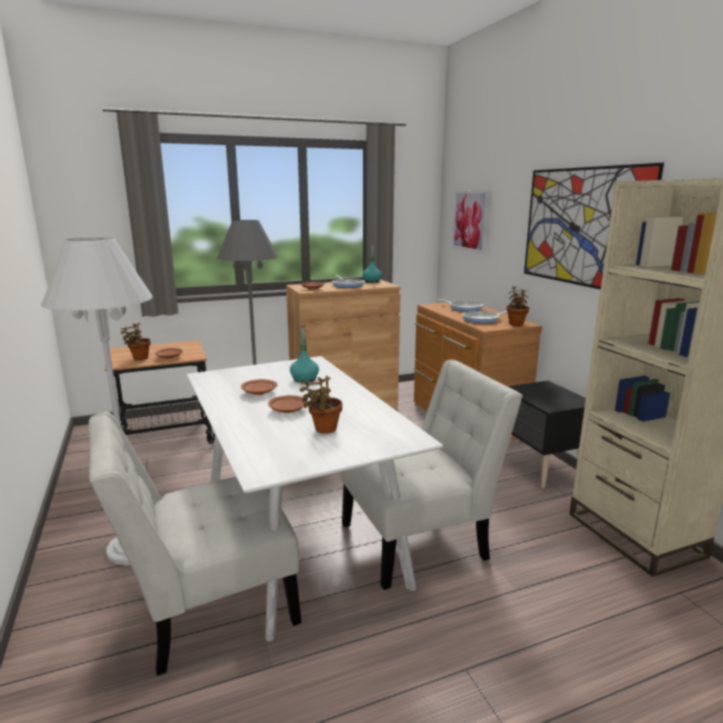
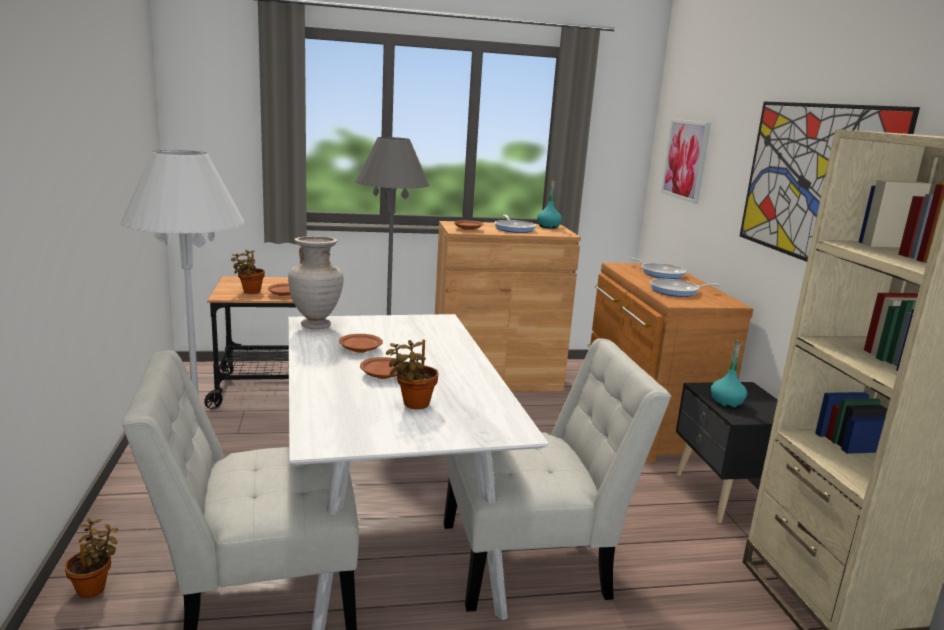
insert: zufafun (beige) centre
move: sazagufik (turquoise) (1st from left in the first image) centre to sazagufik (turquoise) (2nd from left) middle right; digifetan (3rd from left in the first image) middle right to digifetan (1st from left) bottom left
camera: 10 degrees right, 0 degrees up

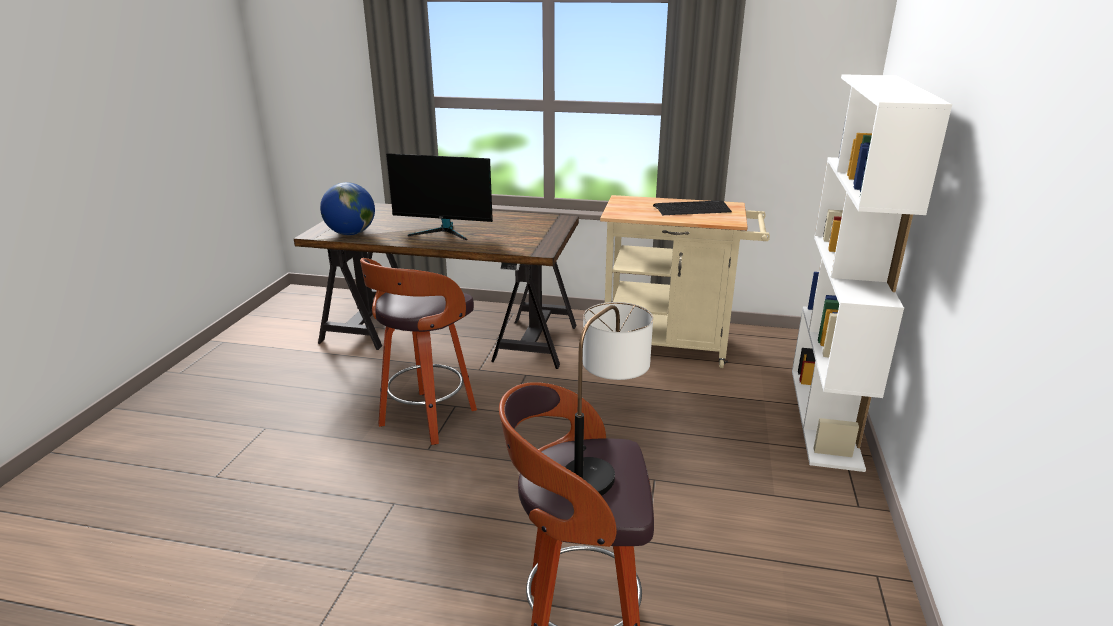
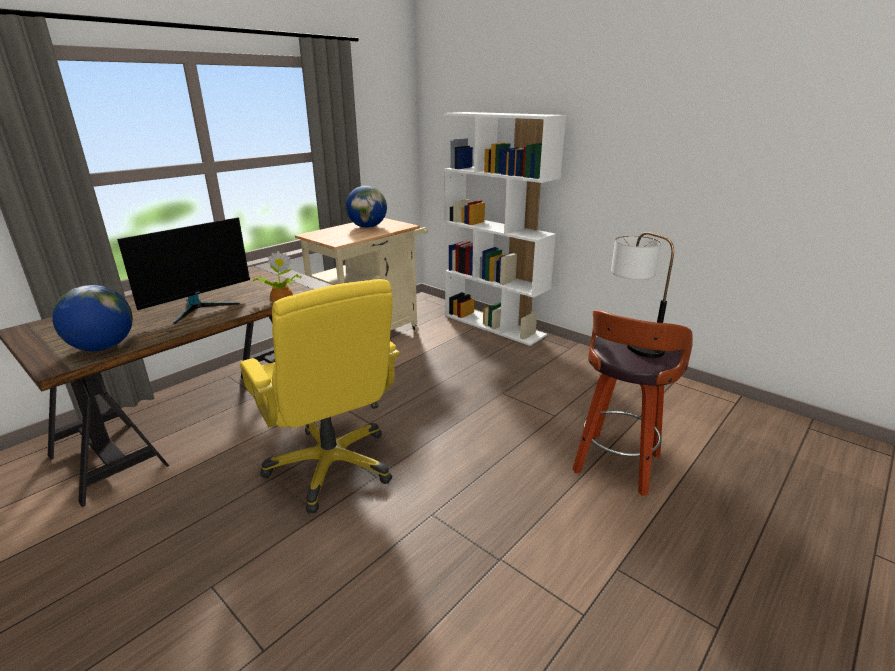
insert: digifetan middle left
replace: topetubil (1st from left) centre to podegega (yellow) centre; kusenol top centre to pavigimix (2nd from left) top centre
camera: 60 degrees left, 0 degrees up

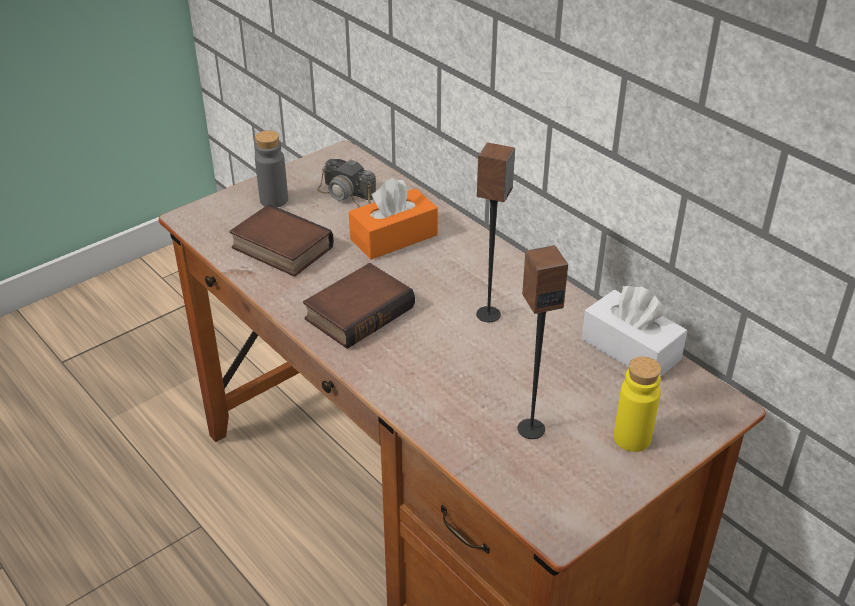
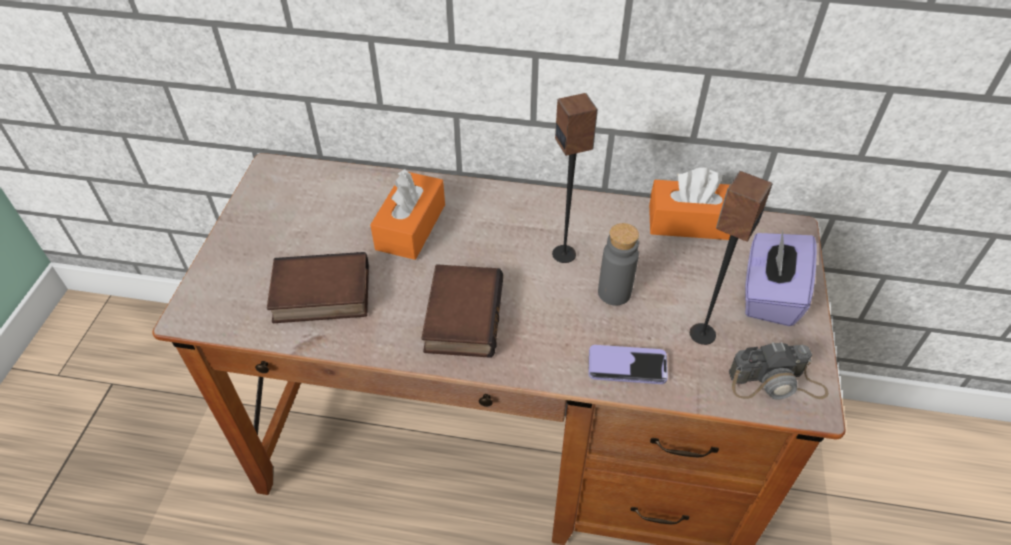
insert: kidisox bottom centre
move: sazagufik (grey) top left to centre; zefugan top centre to bottom right
replace: sazagufik (yellow) bottom right to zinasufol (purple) middle right
recolor: zinasufol (white) middle right to zinasufol (orange) (2nd from left) middle right
camera: 40 degrees left, 10 degrees up

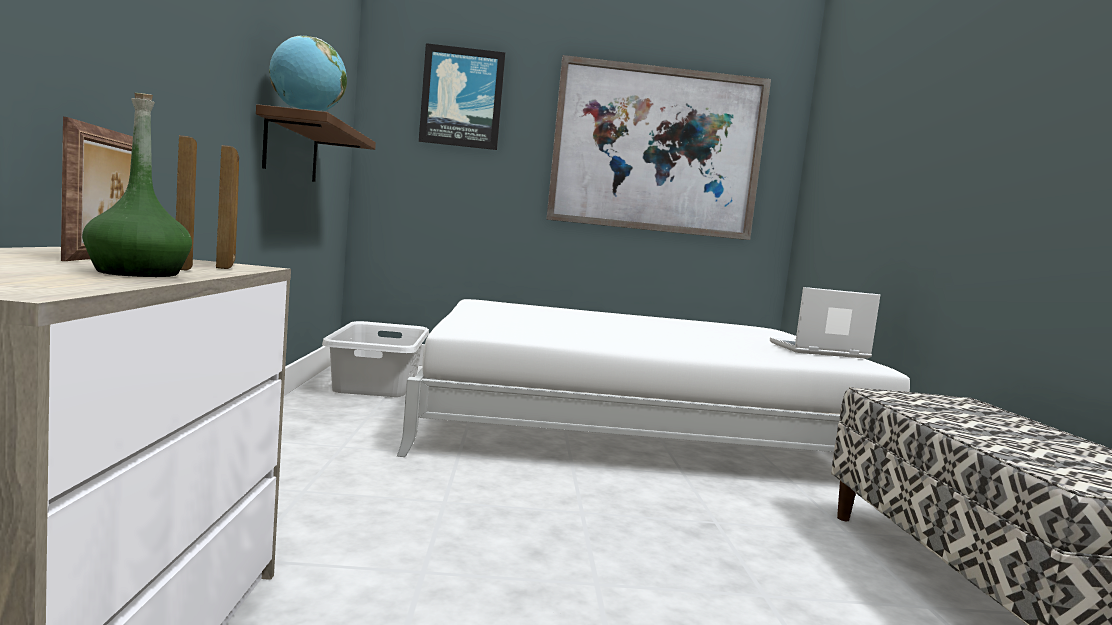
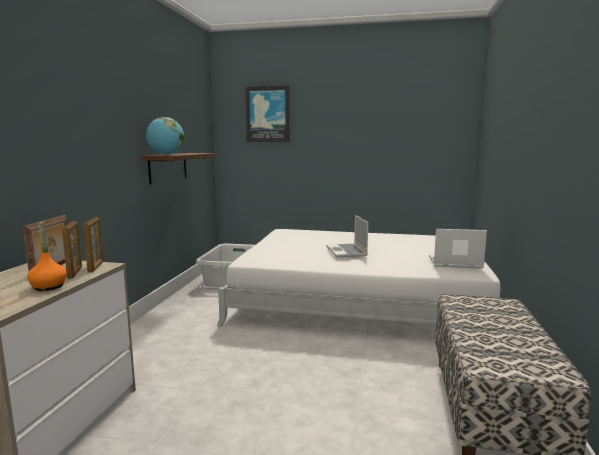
delete: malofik (2nd from left) top centre
insert: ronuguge (1st from left) centre
recolor: sazagufik (green) top left to sazagufik (orange) middle left
camera: 15 degrees right, 5 degrees up

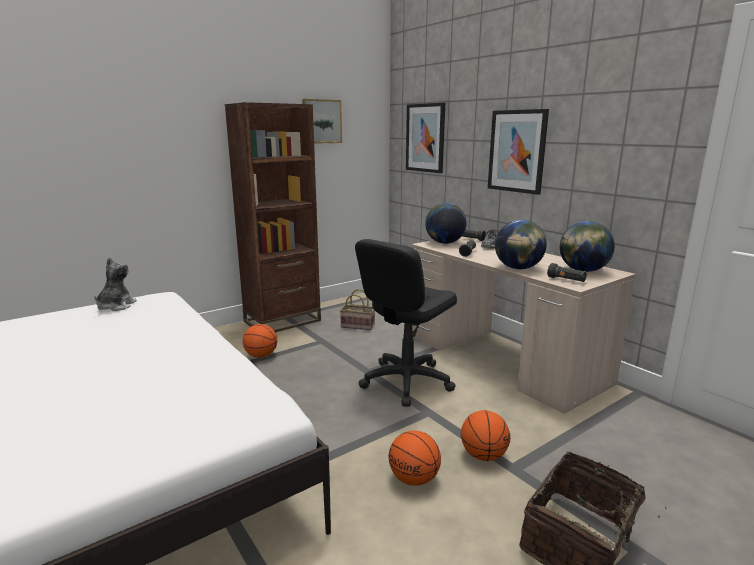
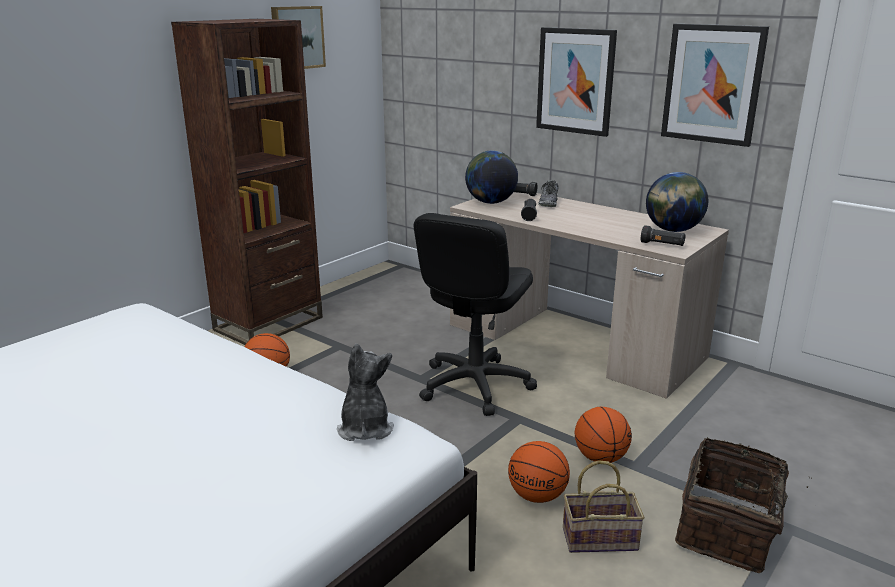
delete: pavigimix (2nd from left) middle right
move: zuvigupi middle left to bottom centre; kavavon (1st from left) centre to bottom right; malofik (2nd from left in the first image) top centre to malofik (3rd from left) top right
camera: 15 degrees left, 5 degrees up

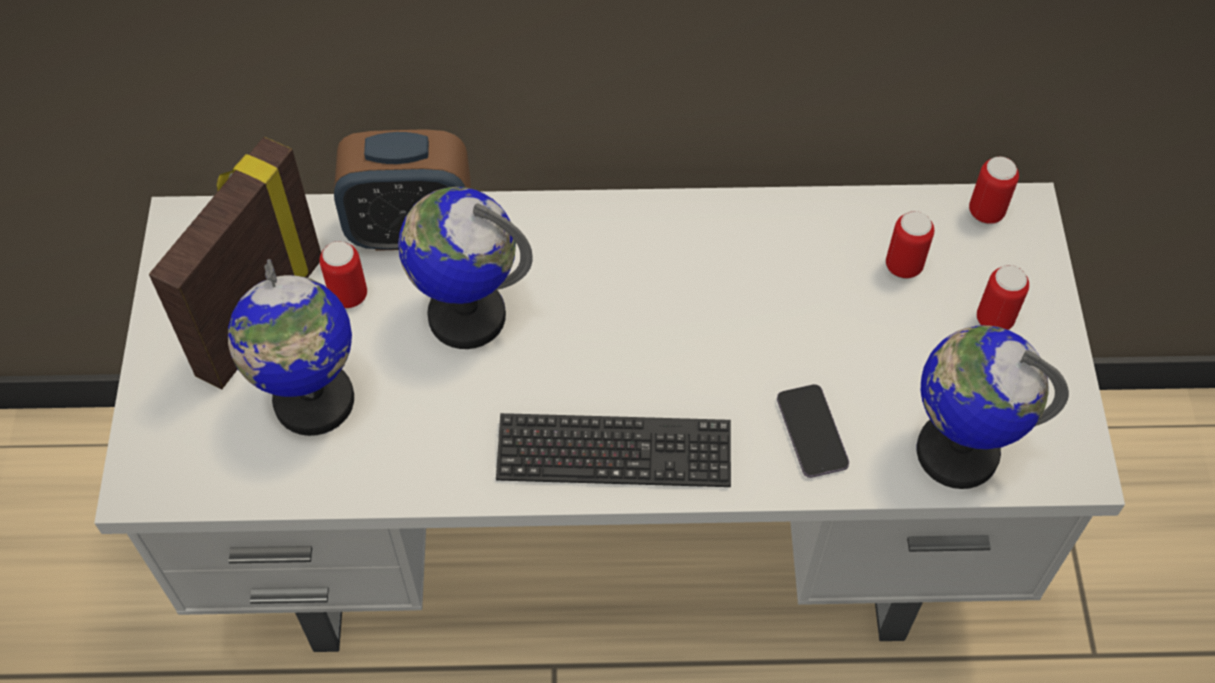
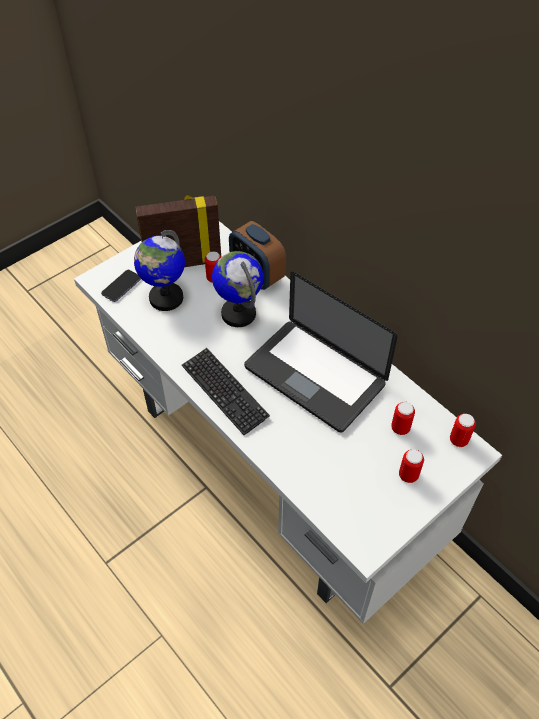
delete: pavigimix (3rd from left) middle right
insert: ronuguge centre
move: kidisox middle right to middle left
camera: 50 degrees right, 5 degrees down

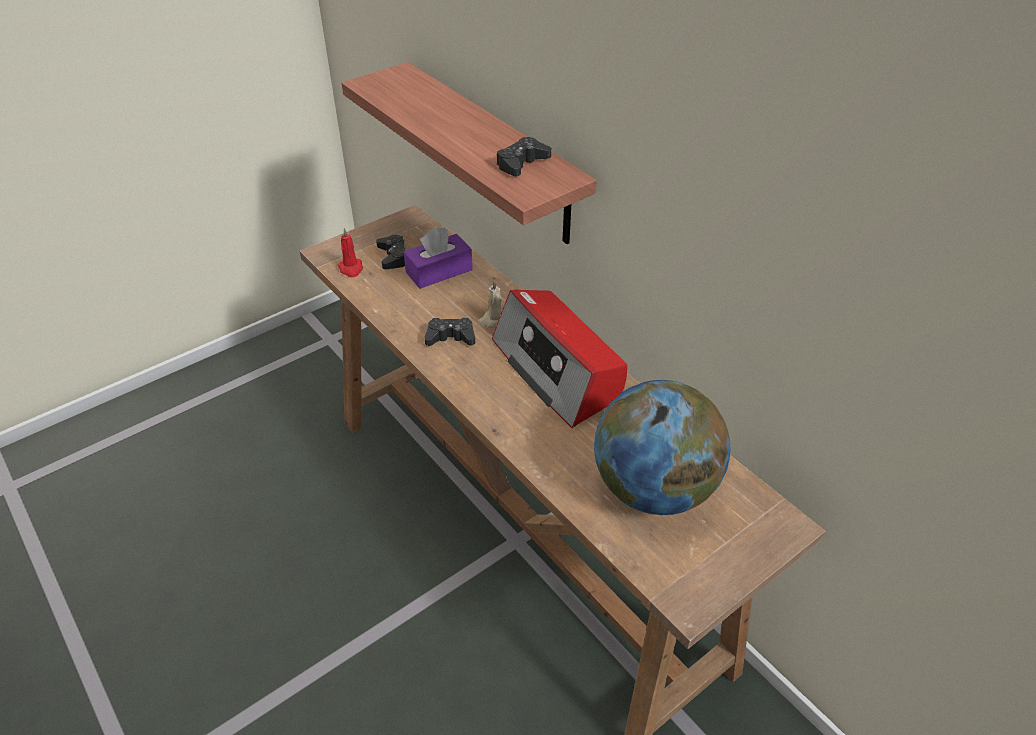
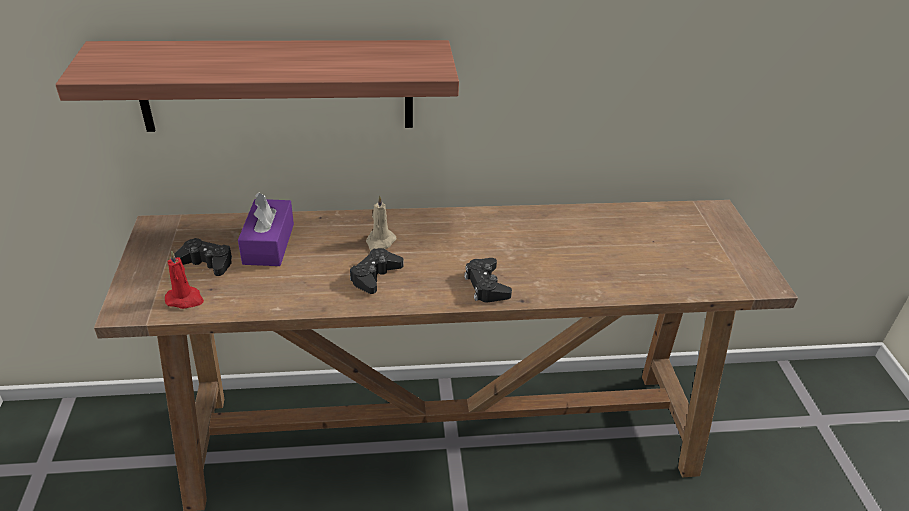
delete: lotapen centre; pavigimix centre
move: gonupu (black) (3rd from left) top centre to centre
camera: 60 degrees left, 5 degrees down

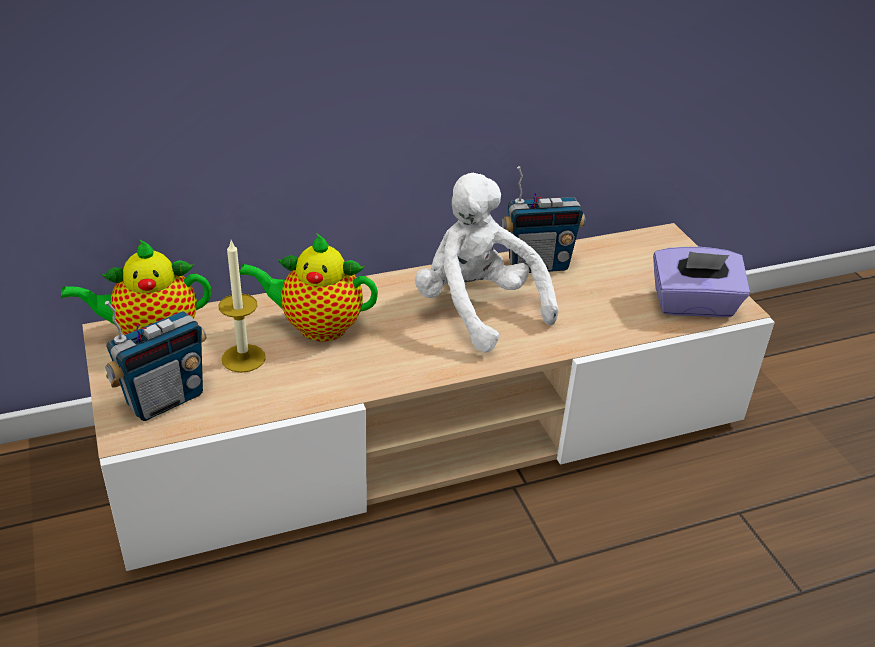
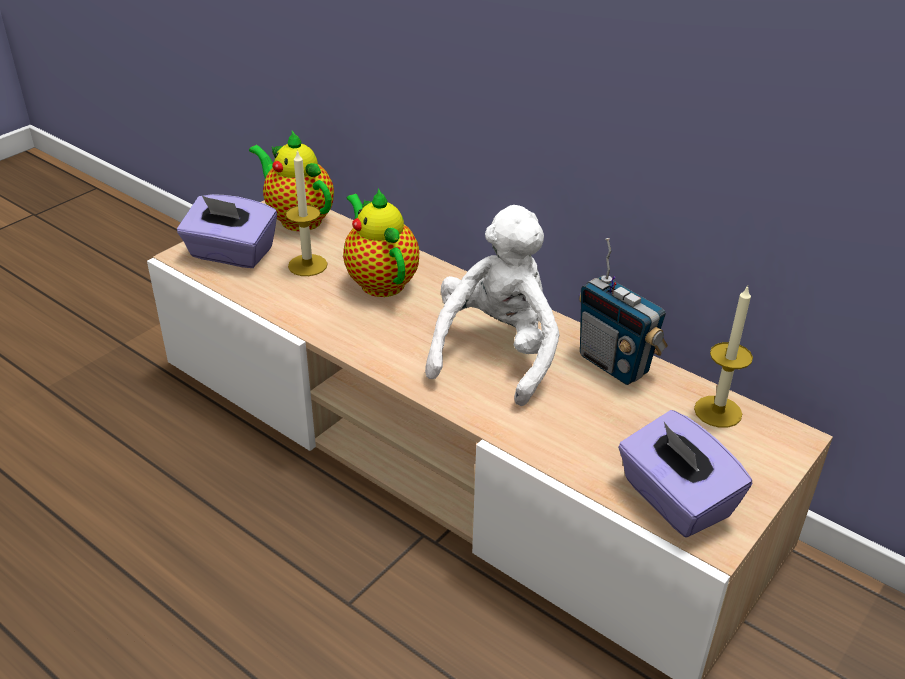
insert: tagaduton (2nd from left) middle right
replace: lotapen (1st from left) middle left to zinasufol (purple) (1st from left) middle left
camera: 60 degrees right, 0 degrees up

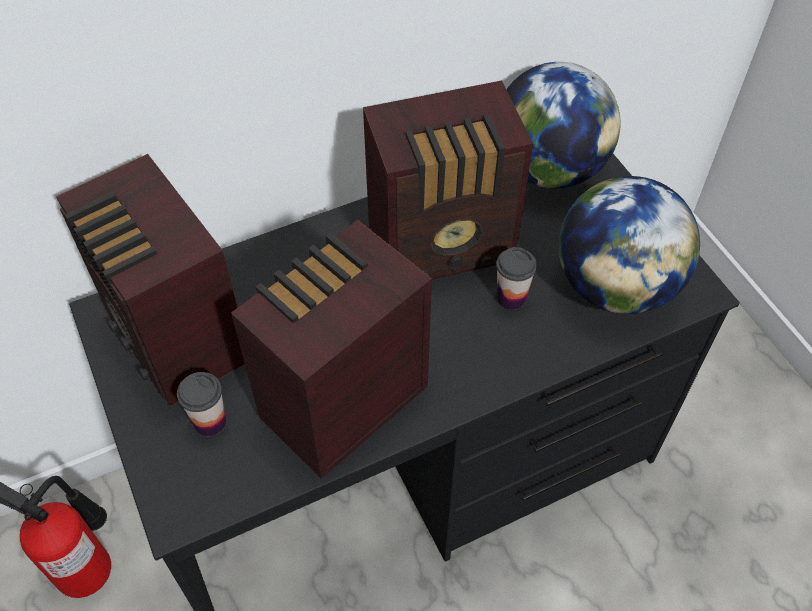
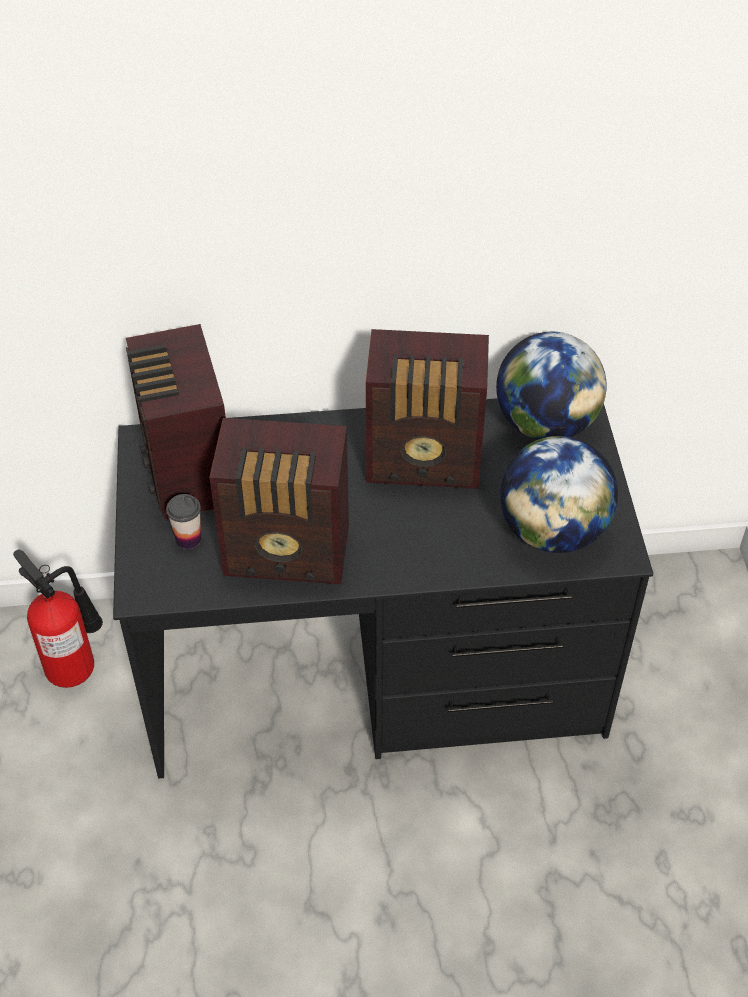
delete: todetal (2nd from left) centre
rotate: lotapen (2nd from left) centre = centre 150 degrees counterclockwise
camera: 20 degrees right, 5 degrees down

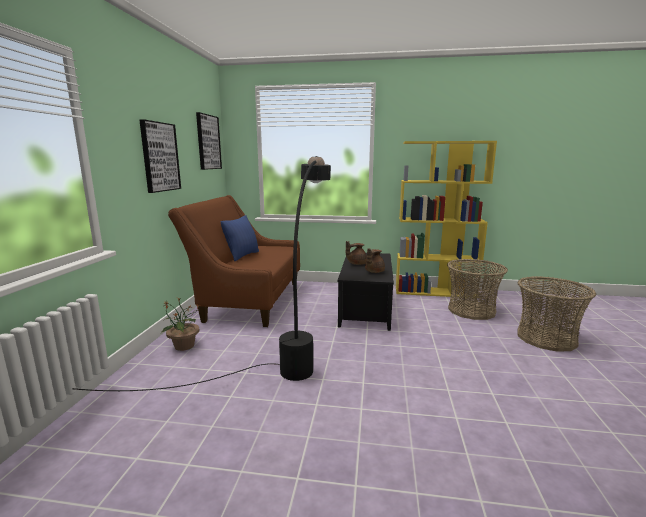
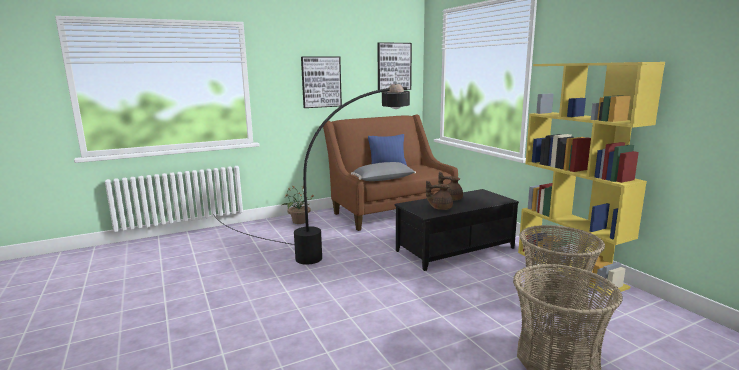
insert: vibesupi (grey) centre
camera: 55 degrees right, 0 degrees up

